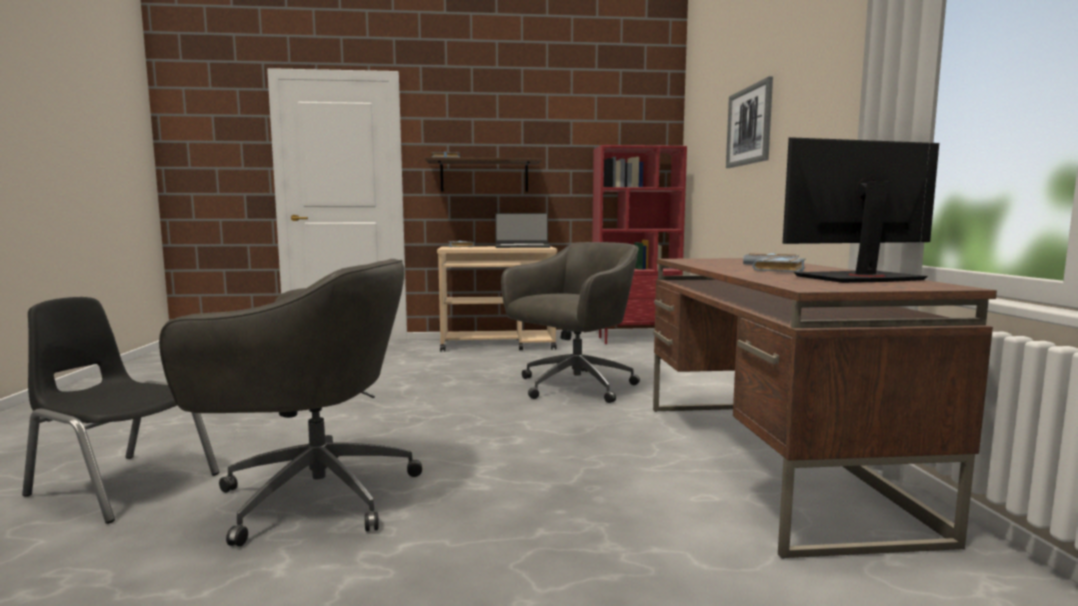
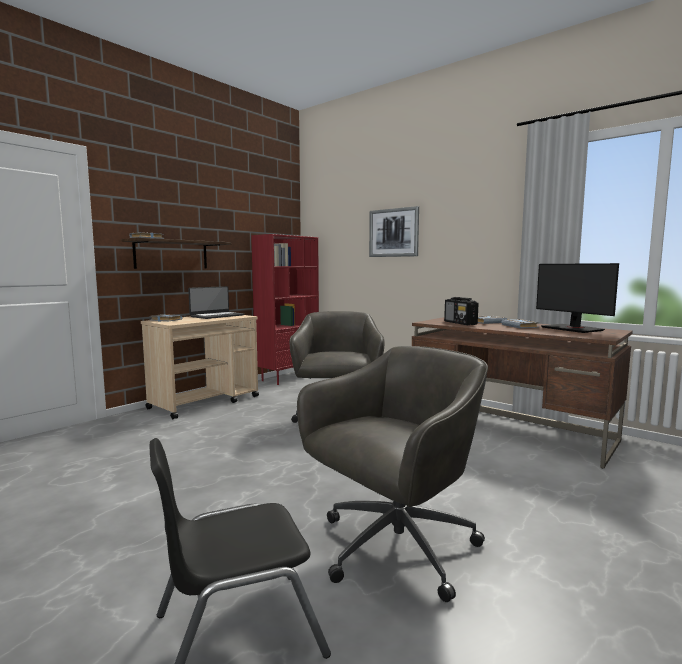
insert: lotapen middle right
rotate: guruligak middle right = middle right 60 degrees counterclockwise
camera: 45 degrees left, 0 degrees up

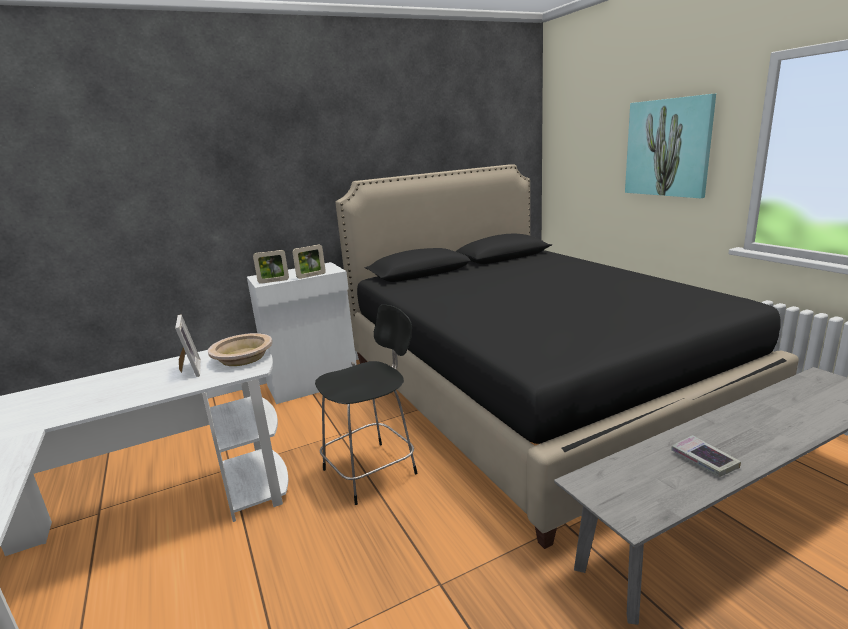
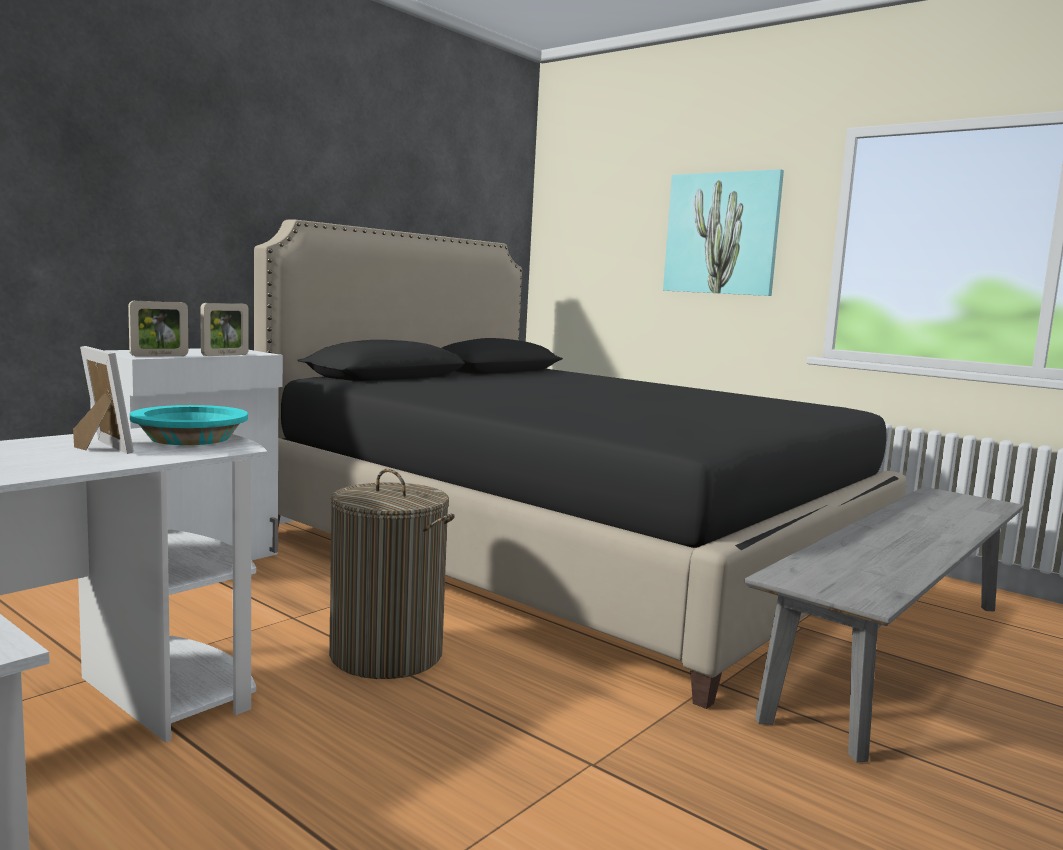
delete: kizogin bottom right
replace: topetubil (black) centre to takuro bottom centre
recolor: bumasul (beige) middle left to bumasul (turquoise) middle left
camera: 25 degrees left, 10 degrees down

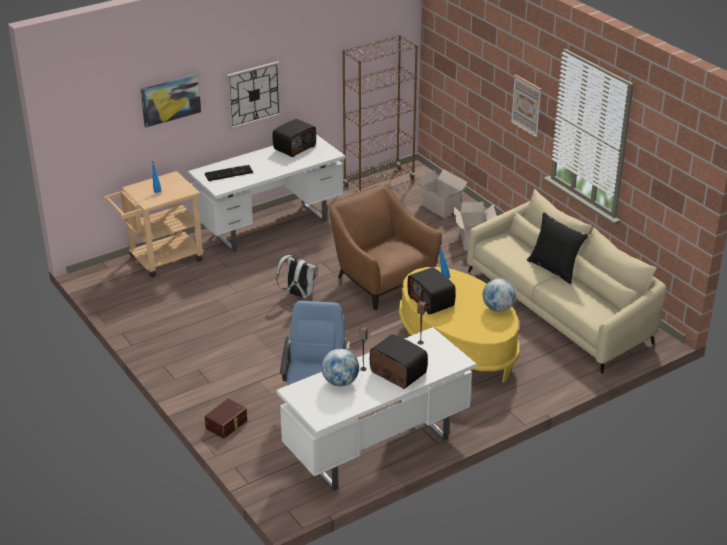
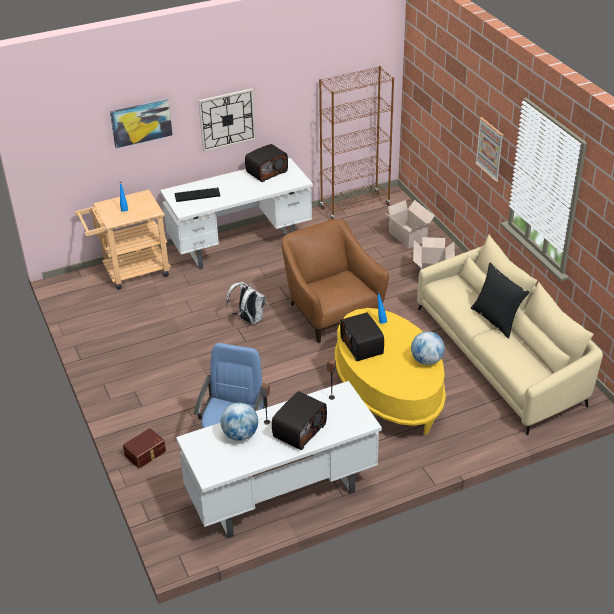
rotate: lotapen (2nd from left) centre = bottom centre 75 degrees clockwise
camera: 10 degrees right, 5 degrees up

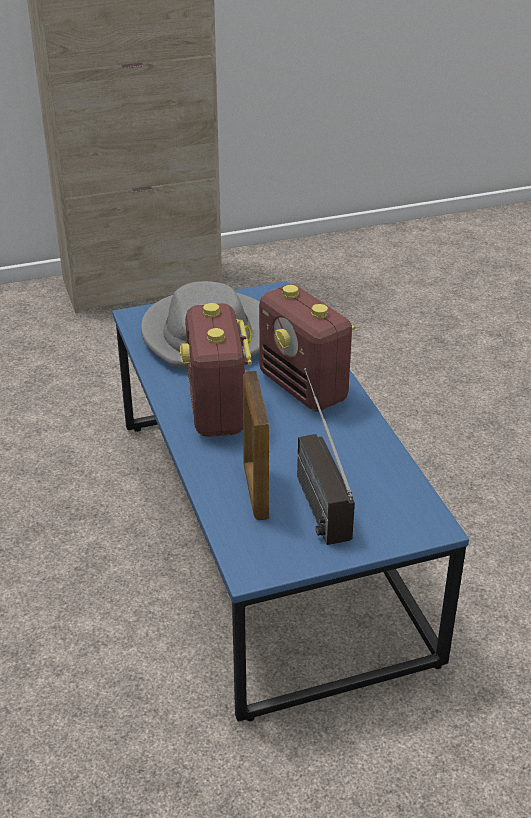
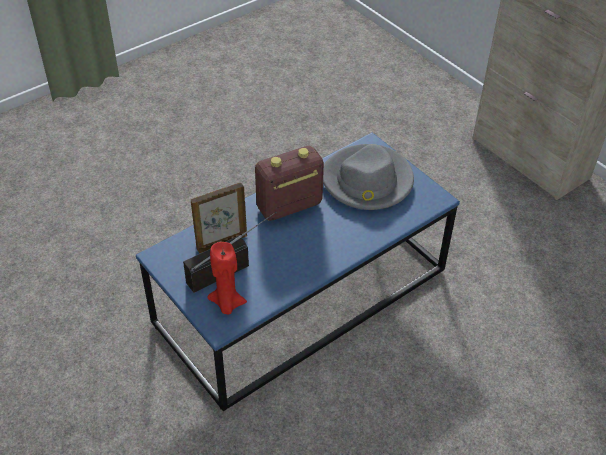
delete: lotapen (2nd from left) centre
insert: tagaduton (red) centre
camera: 70 degrees right, 10 degrees up

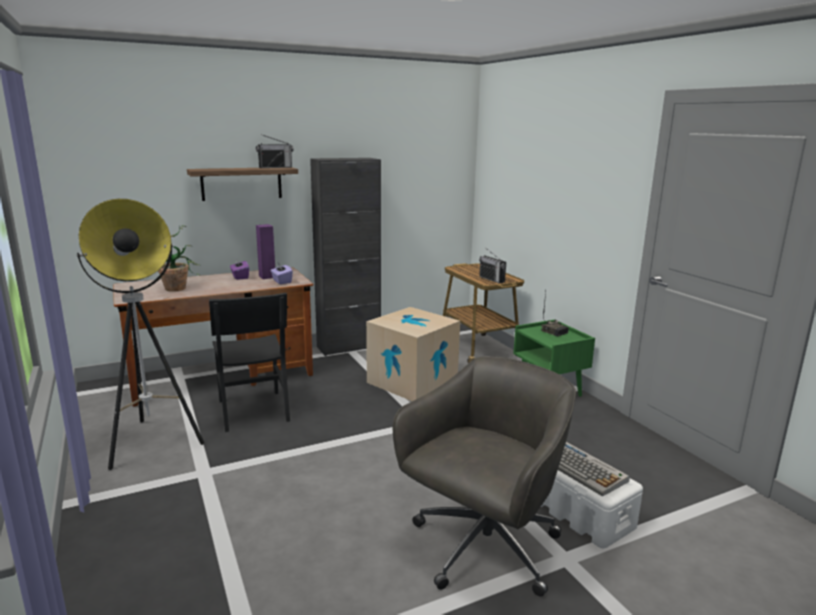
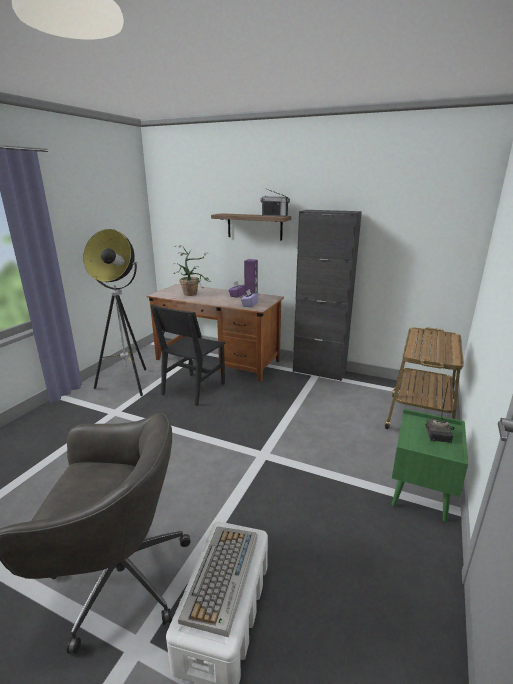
delete: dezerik centre; lotapen (2nd from left) centre
camera: 50 degrees right, 5 degrees up

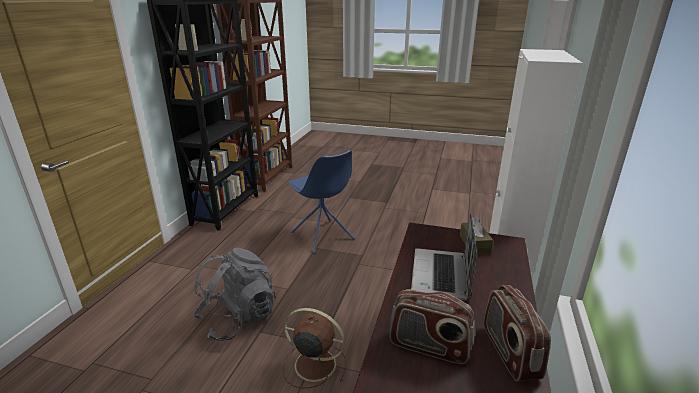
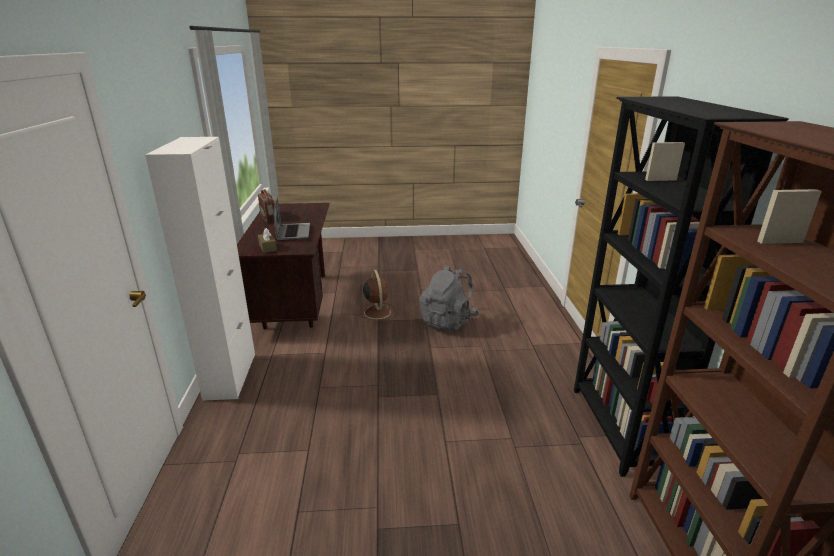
delete: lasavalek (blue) centre; lotapen (1st from left) bottom centre
rotate: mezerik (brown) bottom centre = centre 105 degrees counterclockwise
camera: 160 degrees right, 0 degrees up

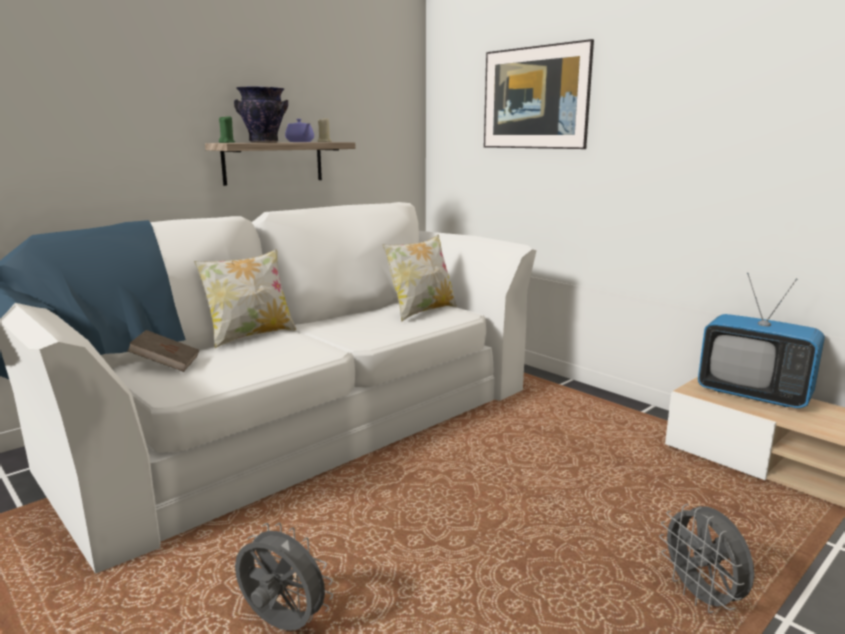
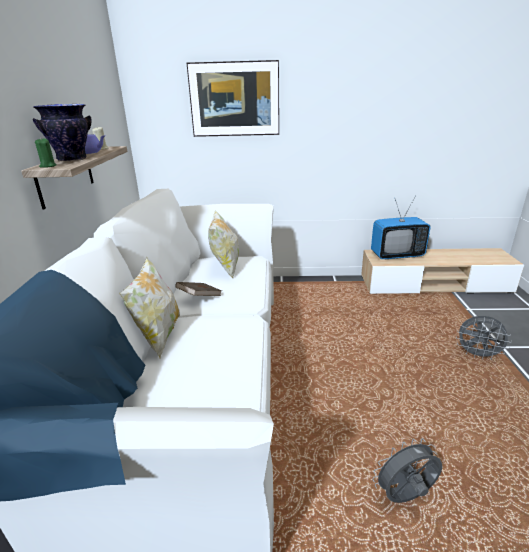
move: kizogin (brown) middle left to centre
camera: 45 degrees left, 10 degrees up

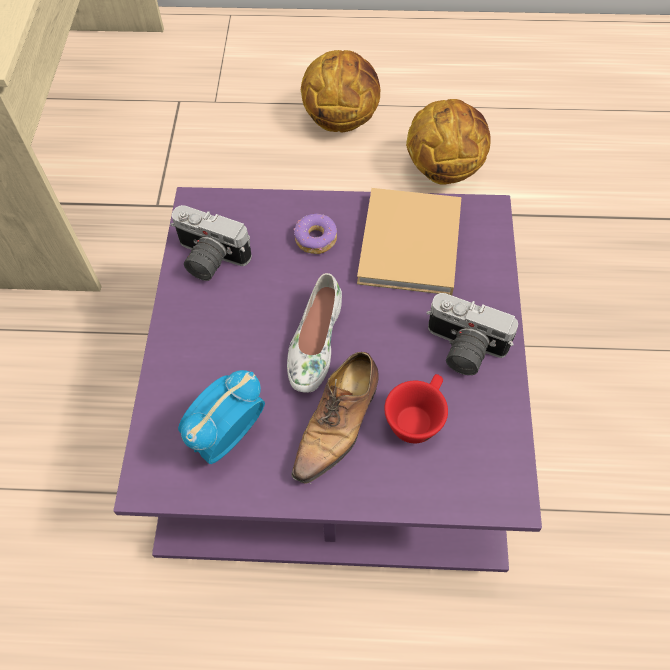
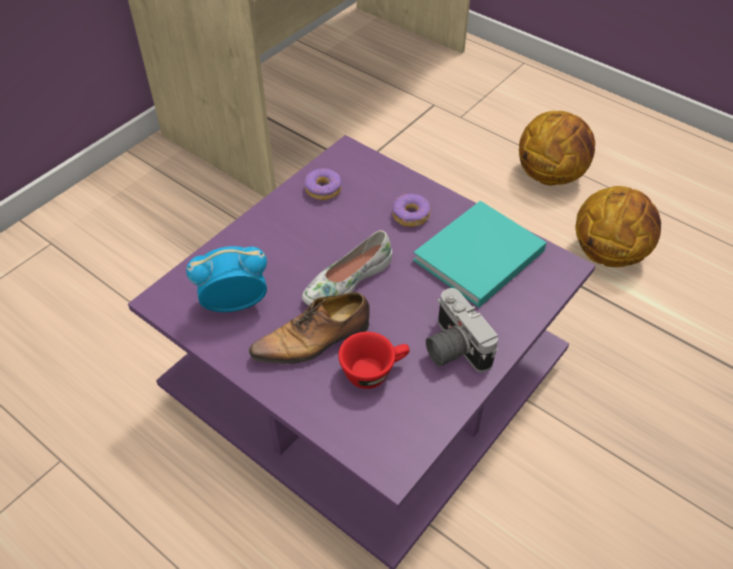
replace: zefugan (1st from left) middle left to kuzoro (1st from left) top centre
recolor: kizogin (beige) centre to kizogin (turquoise) centre
camera: 35 degrees right, 10 degrees down

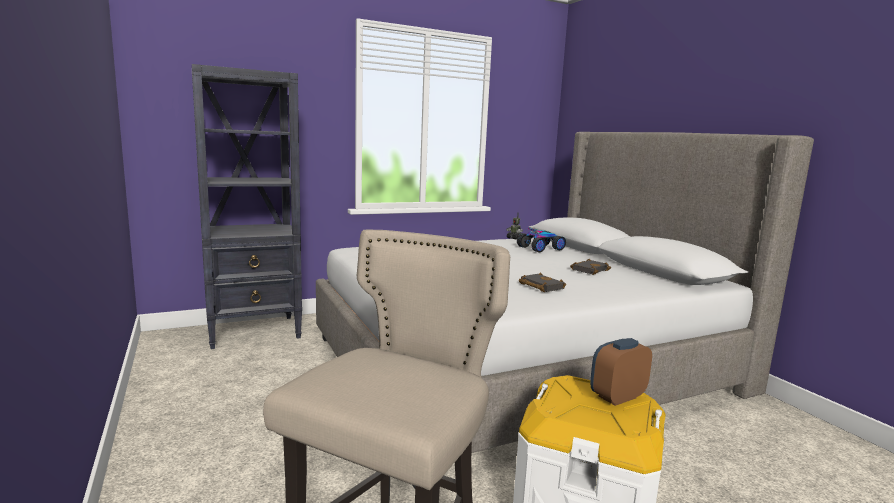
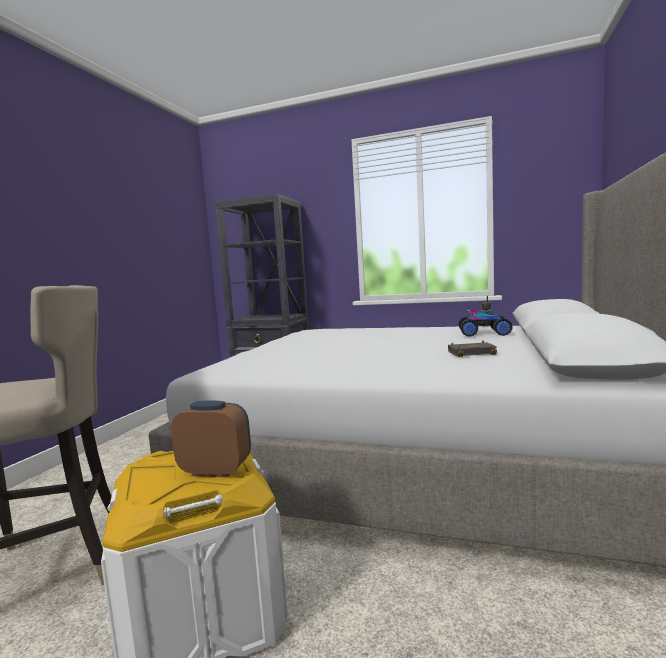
delete: kizogin (black) (1st from left) centre
camera: 45 degrees right, 5 degrees down

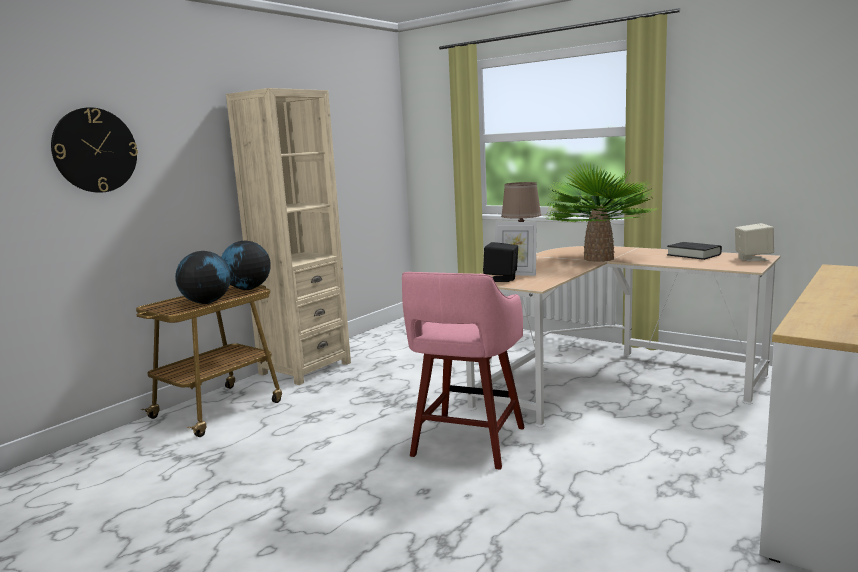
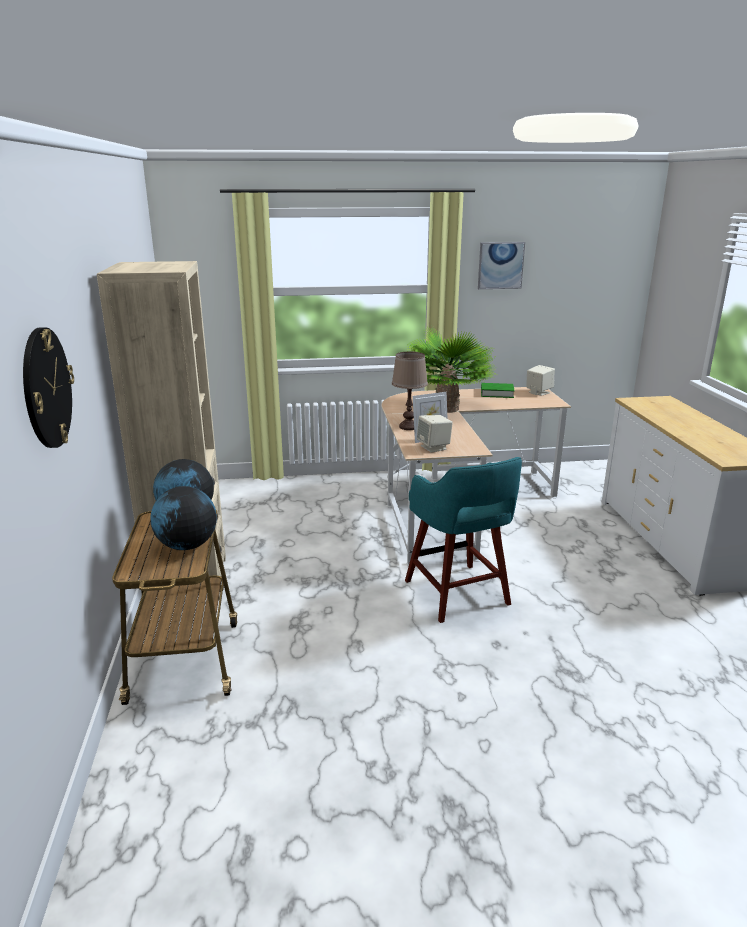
insert: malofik top right
recolor: topetubil (pink) centre to topetubil (turquoise) centre; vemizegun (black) centre to vemizegun (beige) (1st from left) centre; kizogin (black) middle right to kizogin (green) middle right
camera: 45 degrees left, 10 degrees up

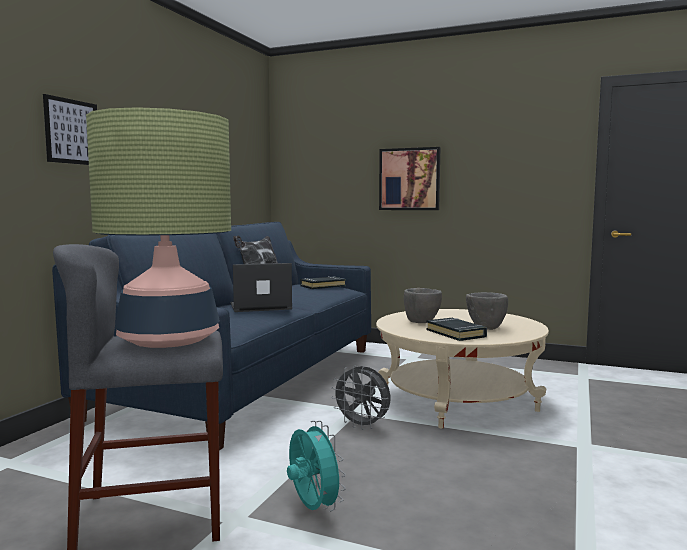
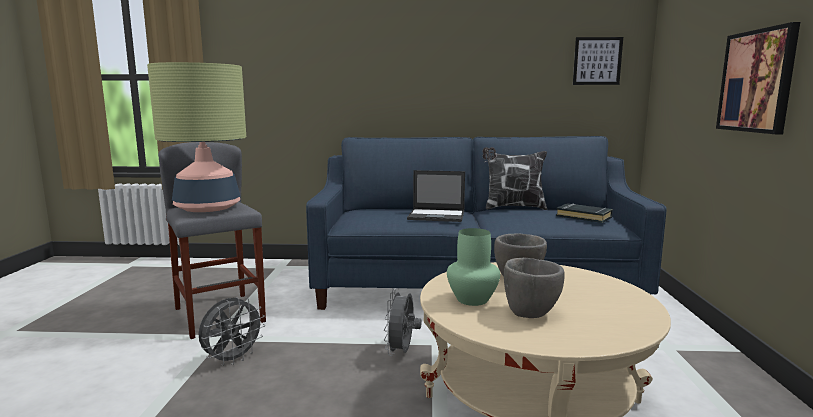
move: malofik (1st from left) top left to top right
replace: kizogin (black) (2nd from left) centre to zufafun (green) centre
recolor: mezerik (turquoise) bottom centre to mezerik (grey) (1st from left) bottom left
rotate: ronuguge centre = centre 135 degrees clockwise
camera: 70 degrees right, 5 degrees up

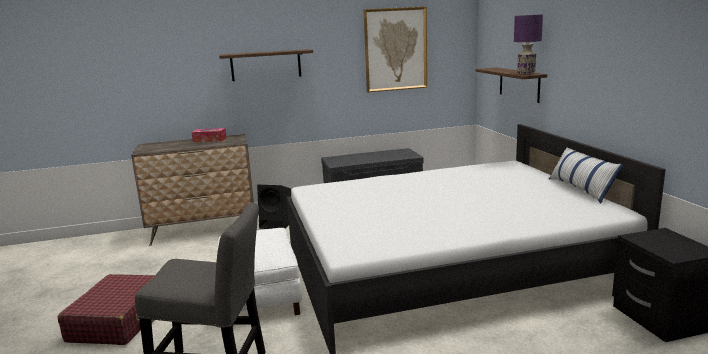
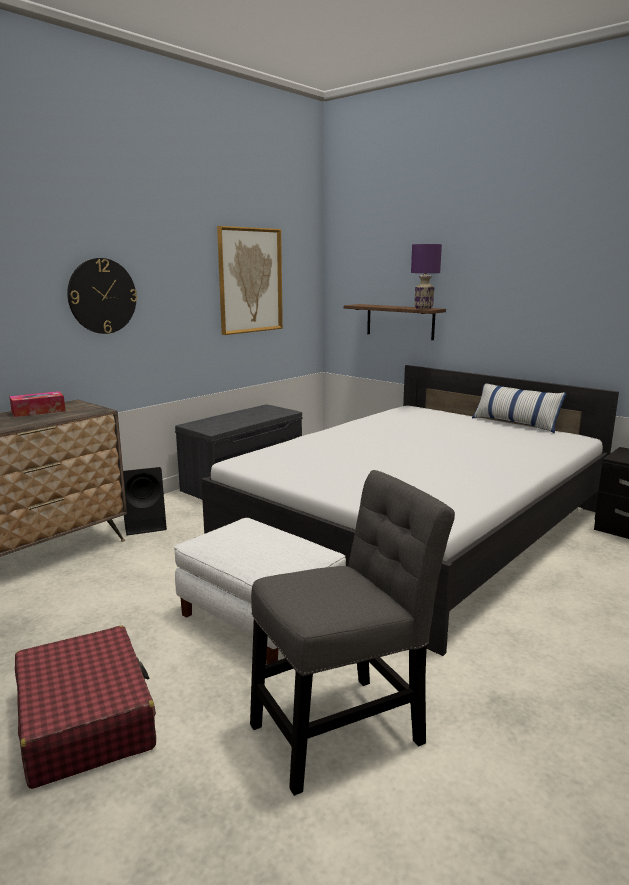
replace: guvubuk (1st from left) top centre to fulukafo middle left
camera: 35 degrees left, 0 degrees up

